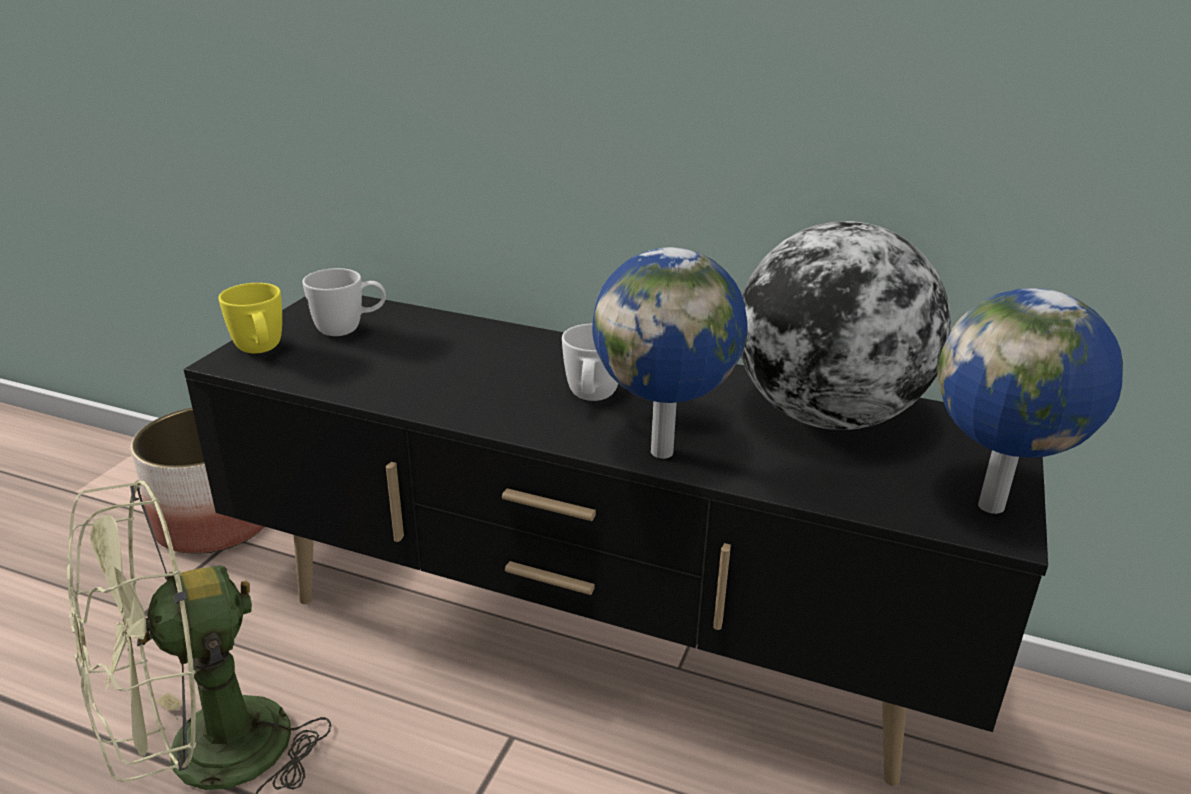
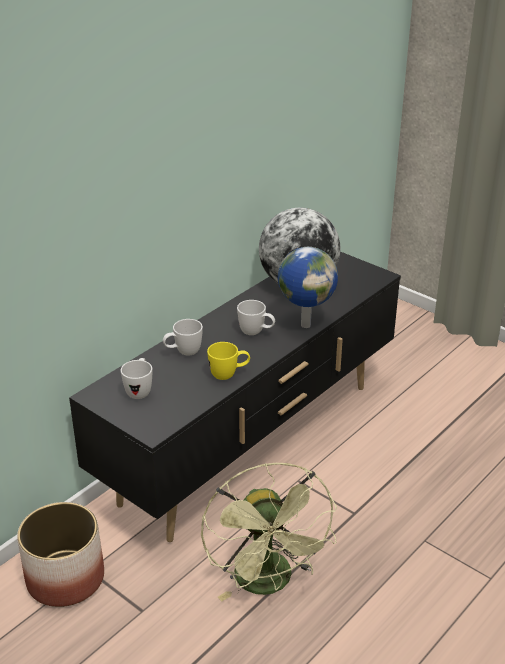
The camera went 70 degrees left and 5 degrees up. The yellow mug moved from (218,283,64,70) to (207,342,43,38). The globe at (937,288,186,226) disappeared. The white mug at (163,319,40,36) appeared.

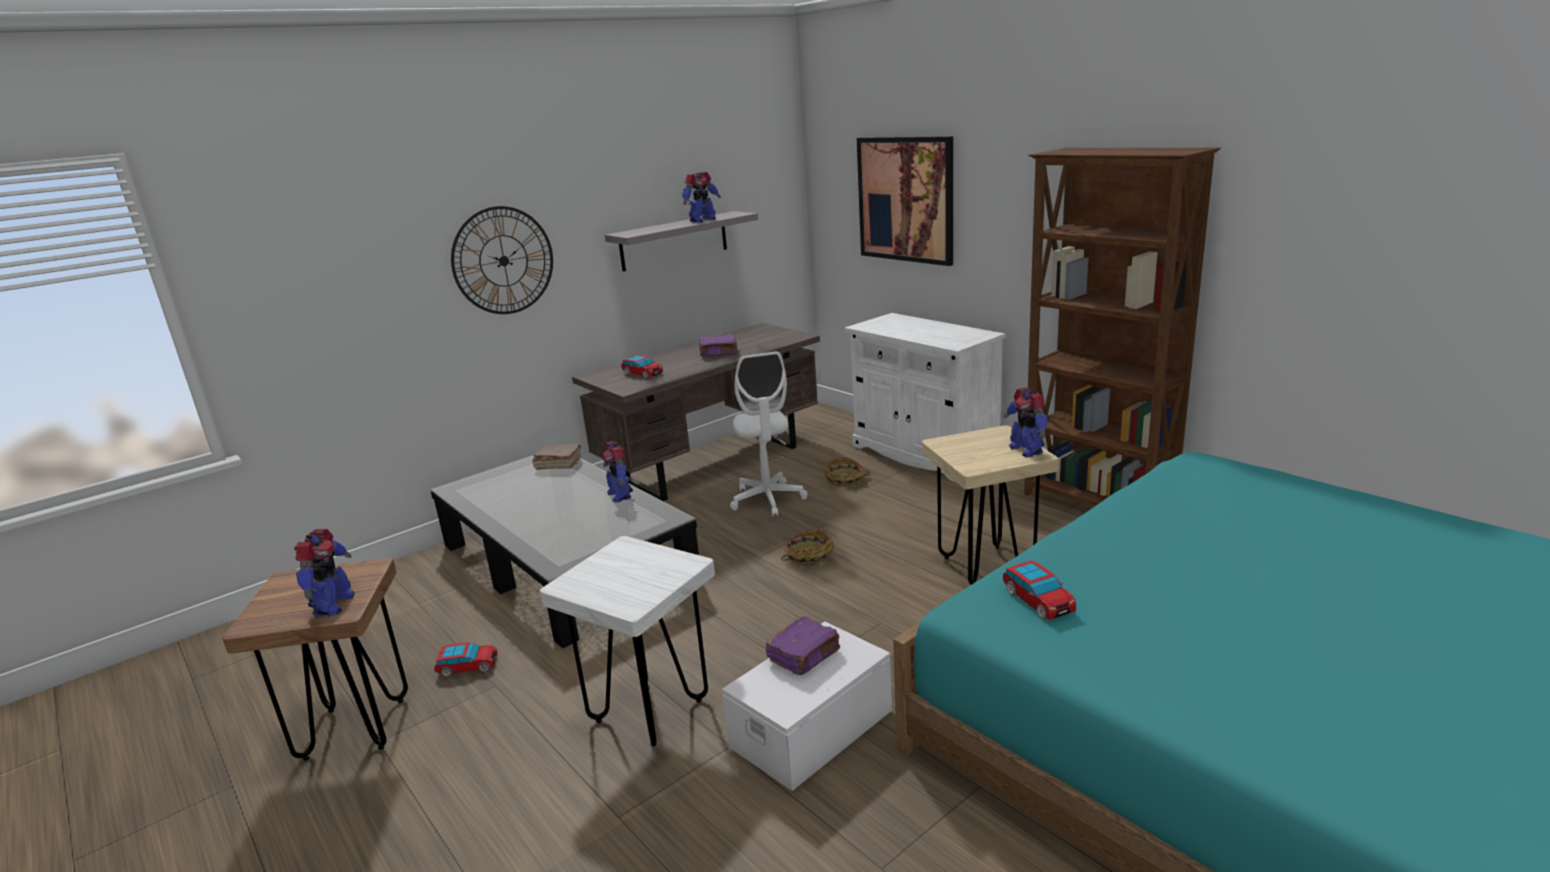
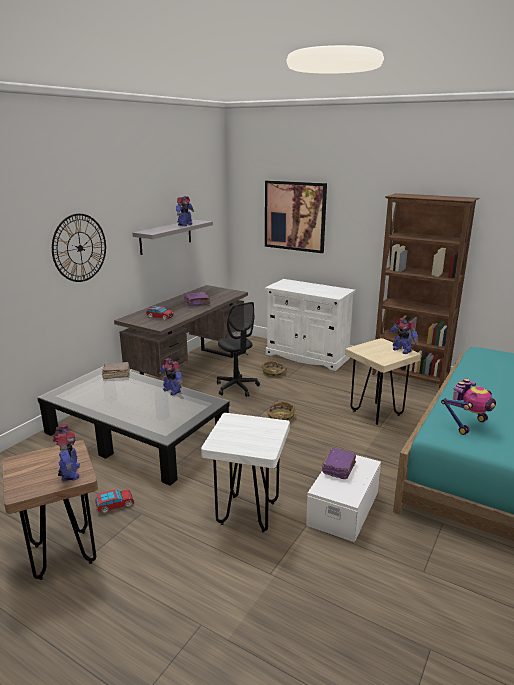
The camera went 20 degrees left and 0 degrees up. The white office chair at (730,351,78,166) became the black office chair at (217,302,43,95). The toy car at (1003,560,73,60) was replaced by the toy robot at (441,378,55,57).

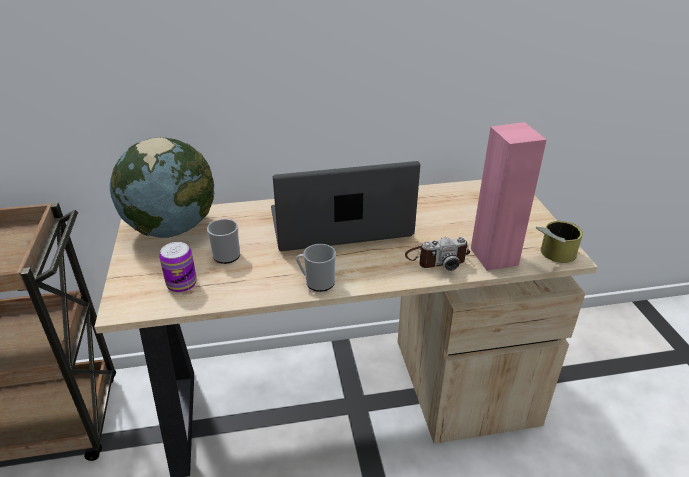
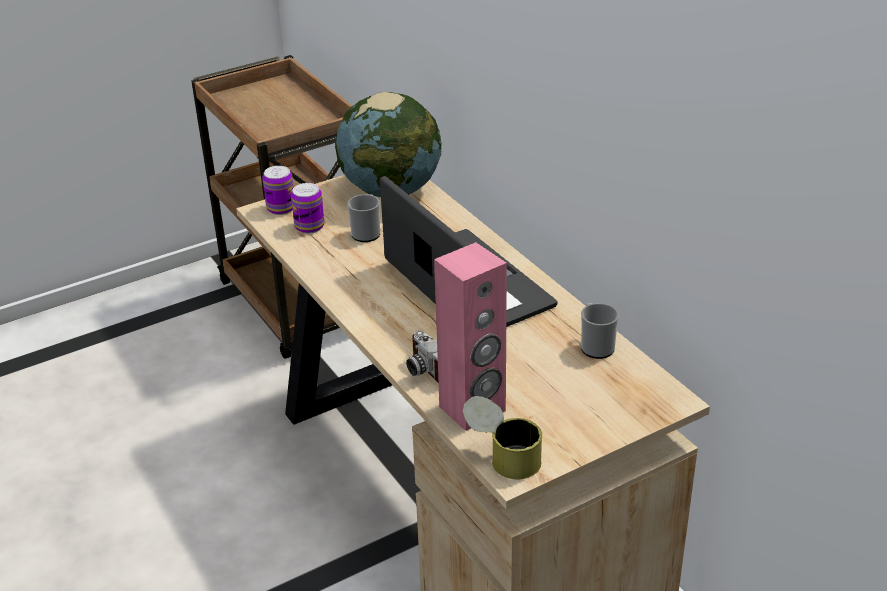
The camera went 70 degrees right and 0 degrees up. The mug moved from (296,244,40,48) to (581,303,38,56). The can at (262,166,32,49) appeared.

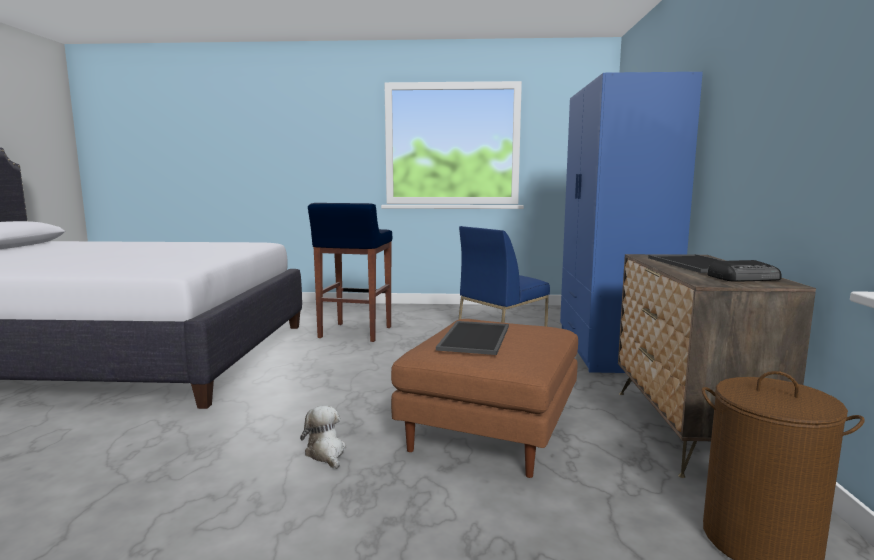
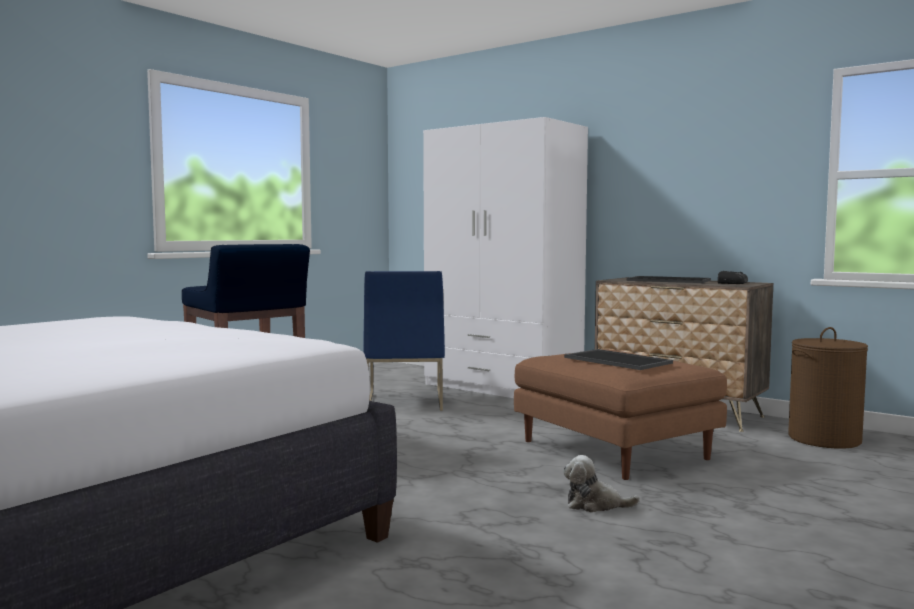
The camera went 55 degrees left and 5 degrees down. The blue wardrobe at (560,72,143,301) became the white wardrobe at (423,117,165,281).

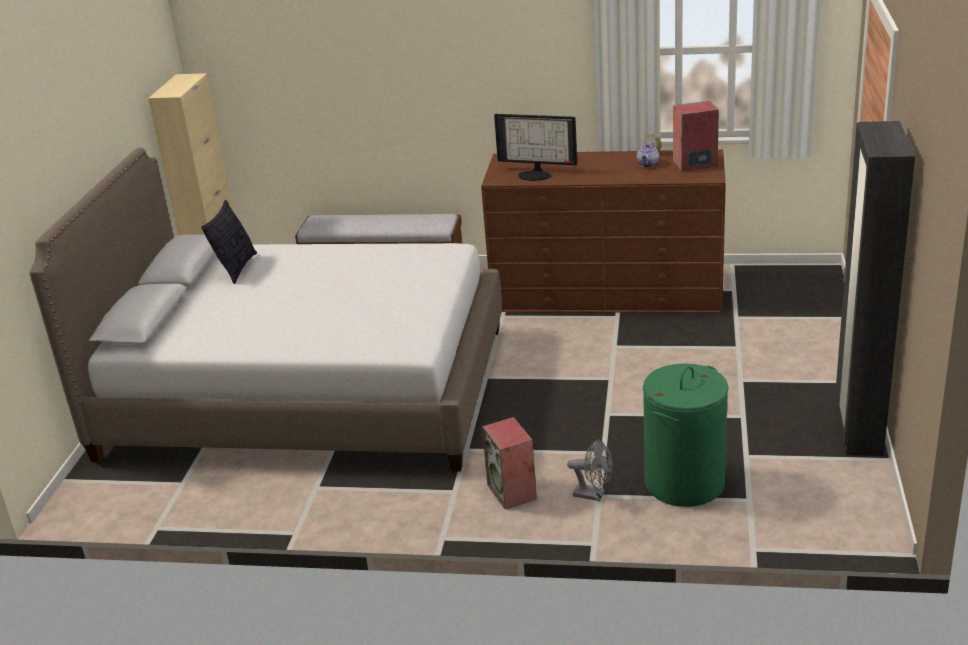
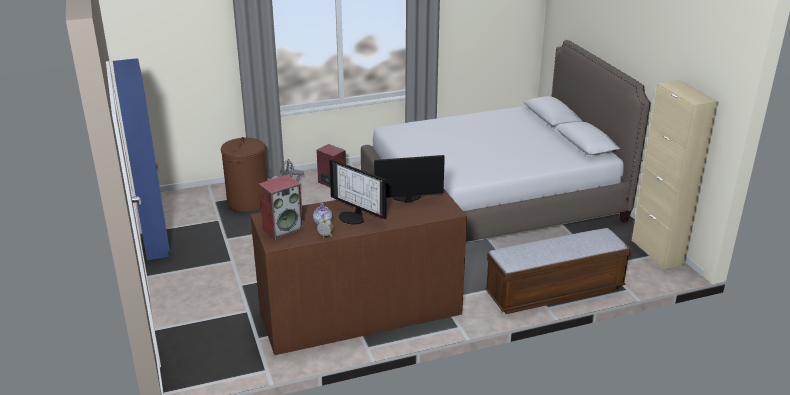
The camera went 150 degrees right and 0 degrees up. The pillow at (201,200,56,84) disappeared. The green laundry basket at (643,363,86,144) became the brown laundry basket at (221,137,47,75). The black wardrobe at (835,121,80,335) became the blue wardrobe at (113,58,57,202). The monitor at (329,159,57,66) appeared.

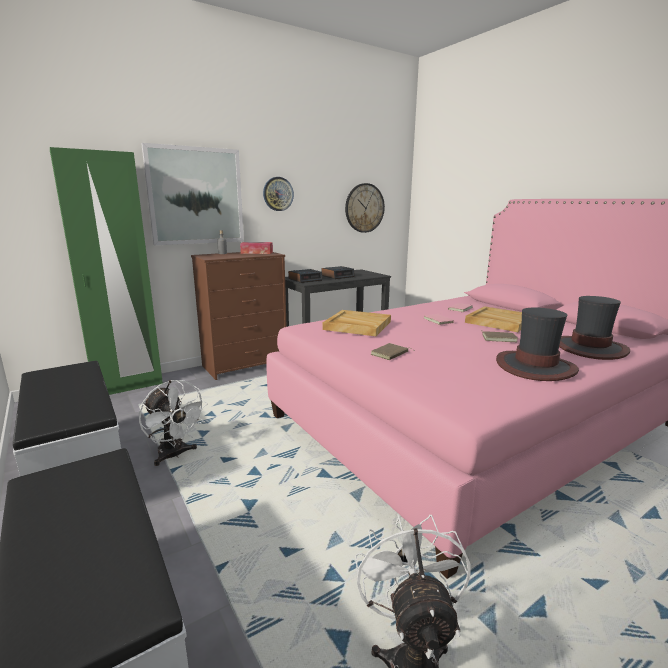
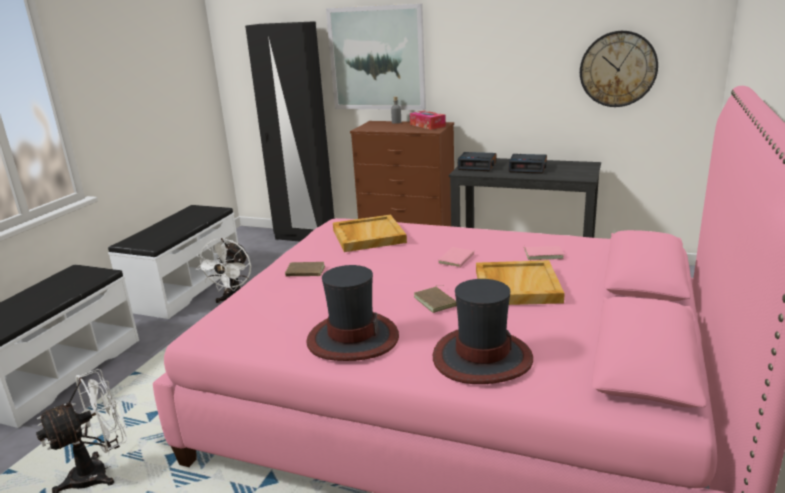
The camera went 55 degrees right and 5 degrees up. The green wardrobe at (50,147,113,248) became the black wardrobe at (245,21,89,221). The wall clock at (263,177,31,34) disappeared.

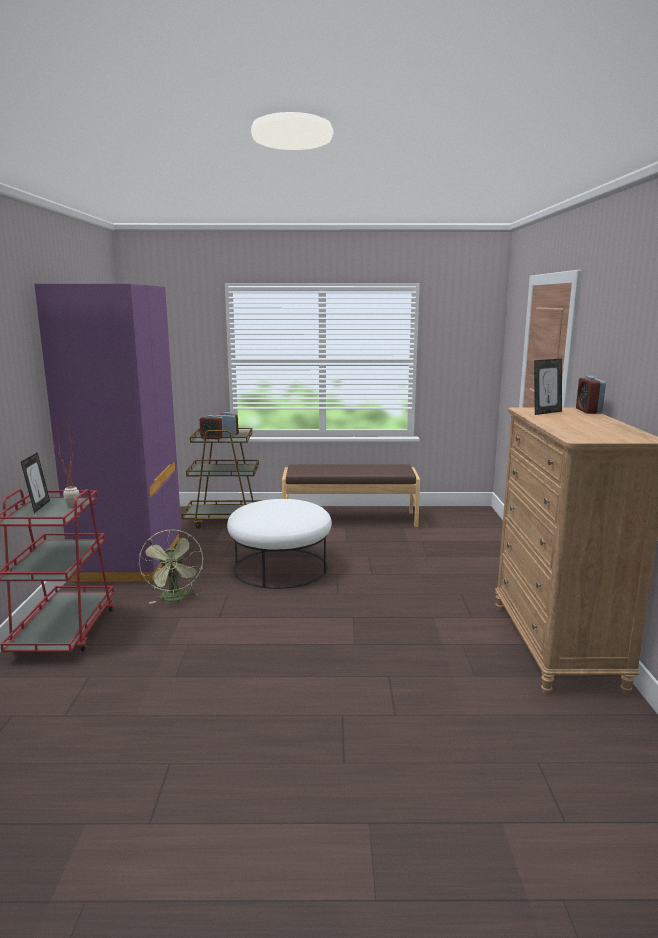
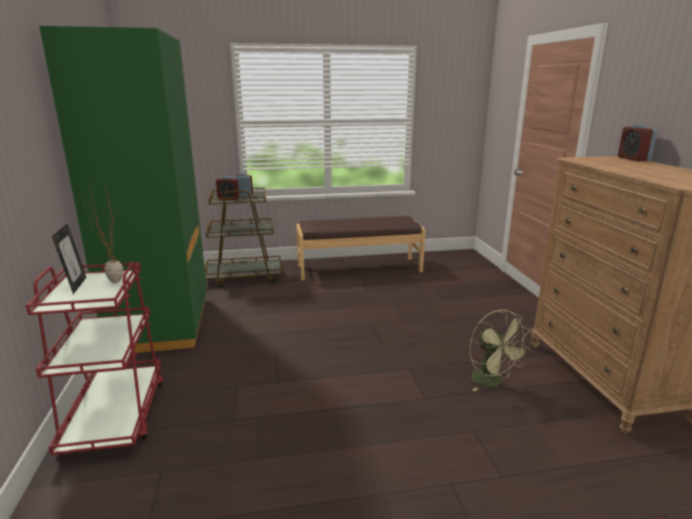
The camera went 10 degrees left and 5 degrees up. The purple wardrobe at (34,284,147,298) became the green wardrobe at (39,26,168,327). The green fan moved from (139,529,64,75) to (469,310,62,81). The white ottoman at (227,499,105,90) disappeared. The picture frame at (534,359,28,56) disappeared.

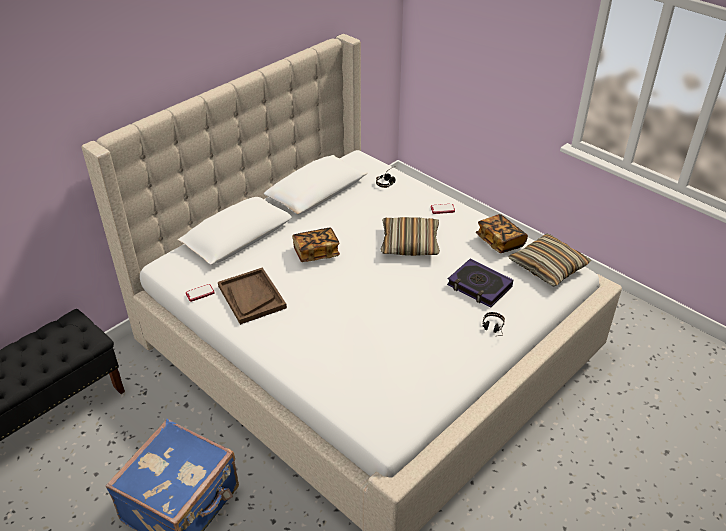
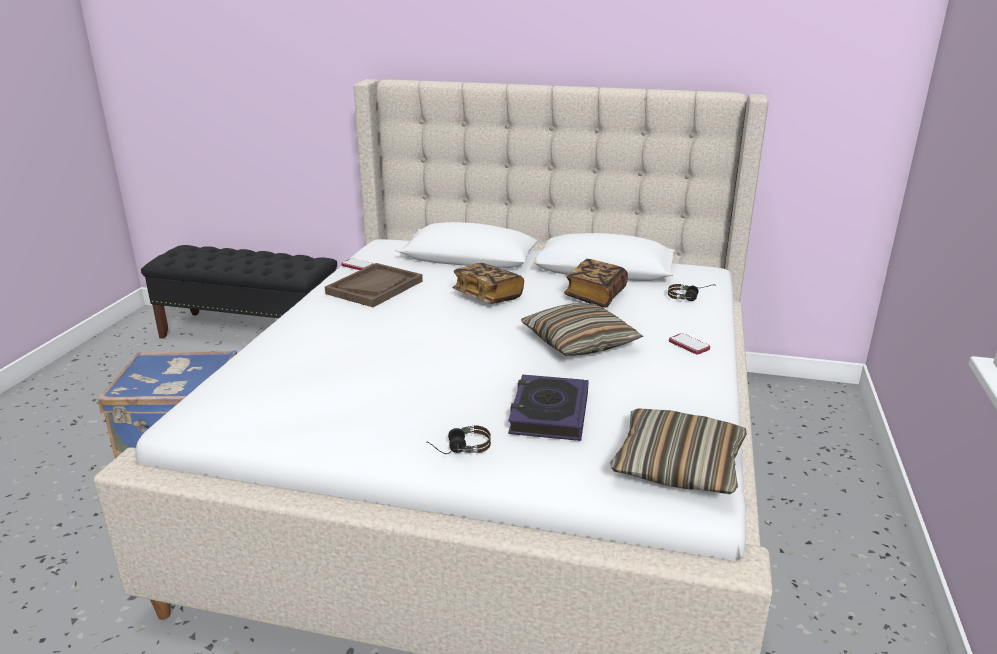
The camera went 60 degrees right and 15 degrees down. The book moved from (476,214,52,39) to (564,259,64,49).

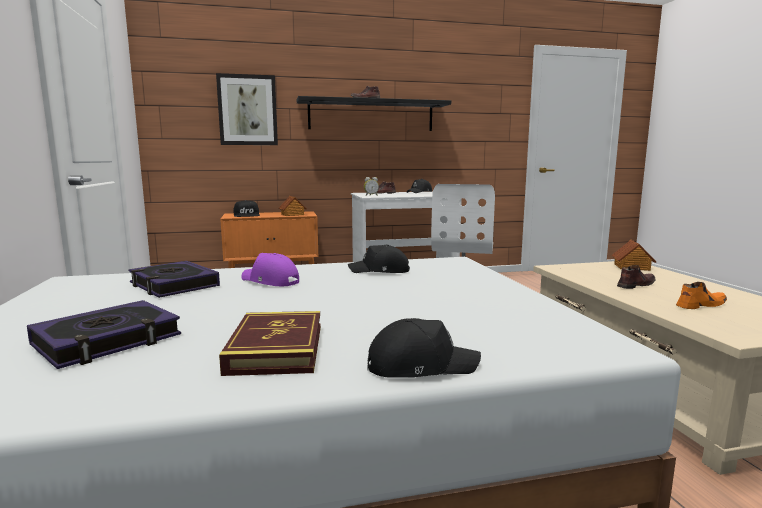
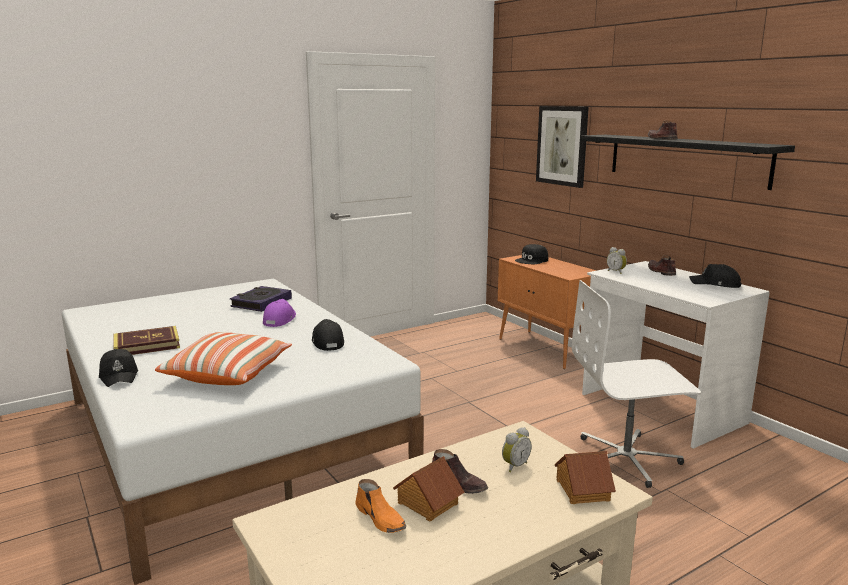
The camera went 70 degrees right and 5 degrees up. The book at (27,300,154,69) disappeared. The toy house moved from (279,196,28,20) to (393,456,72,66). The pillow at (155,332,137,53) appeared. The alarm clock at (502,427,30,45) appeared.

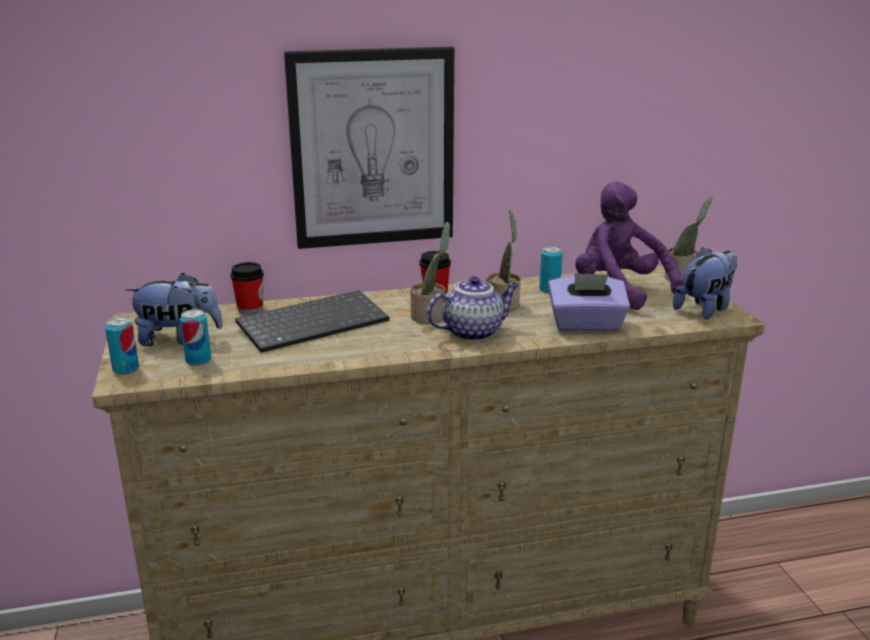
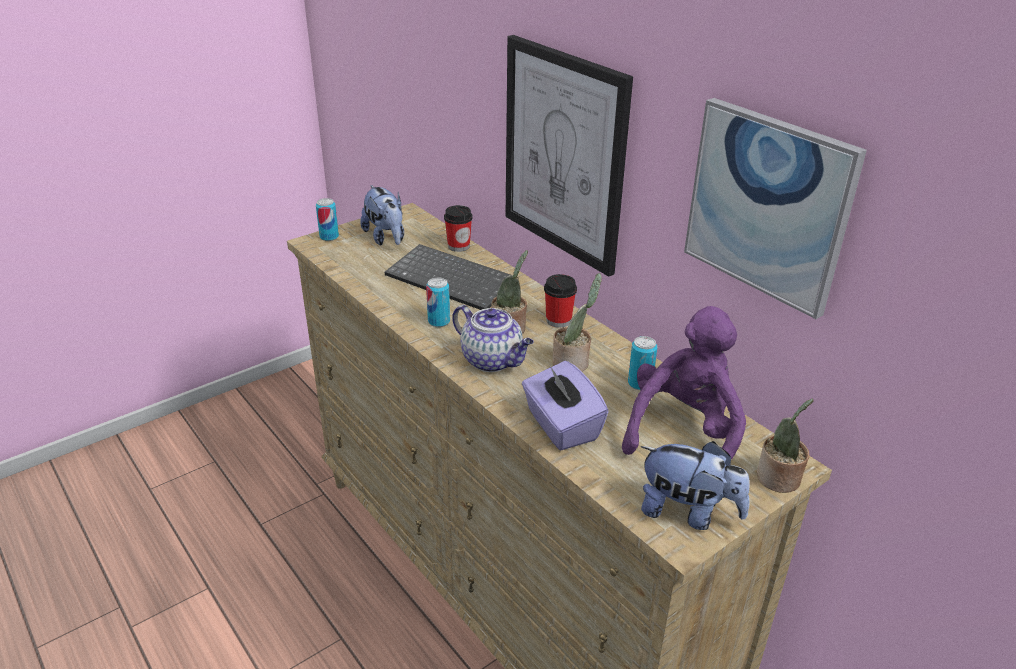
The camera went 65 degrees right and 10 degrees up. The can moved from (180,309,31,57) to (426,278,24,49). The picture at (684,98,183,221) appeared.

